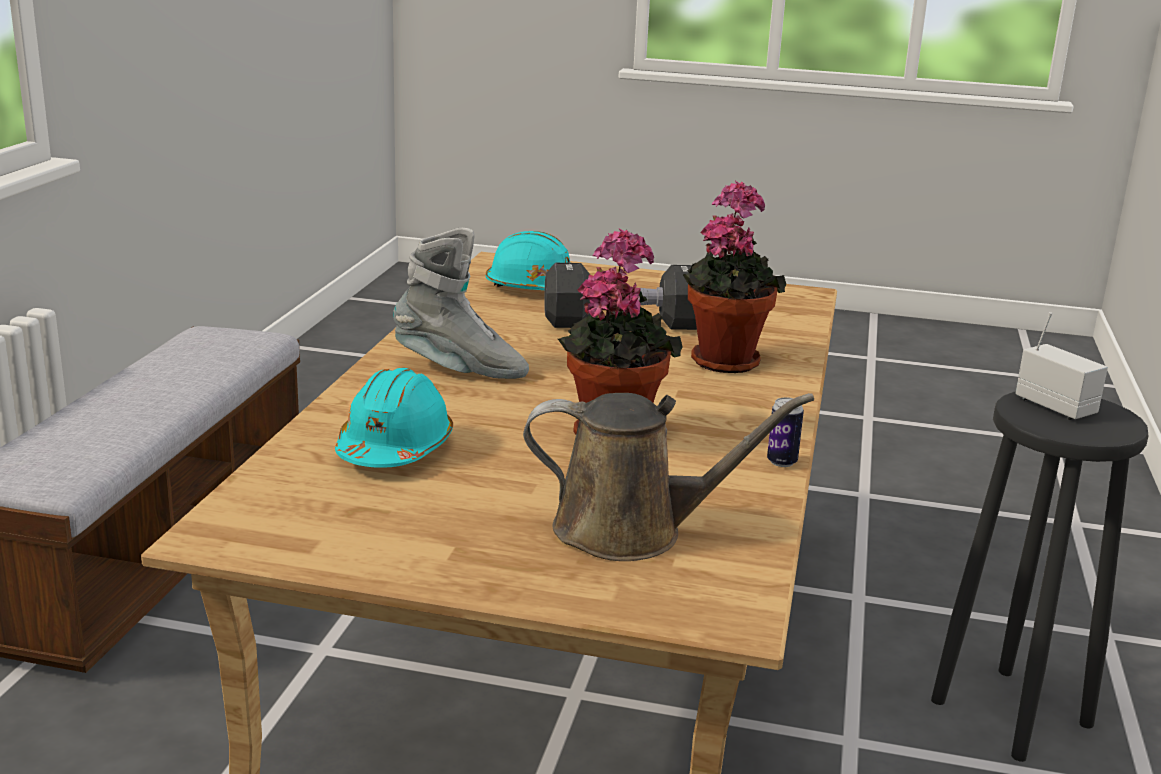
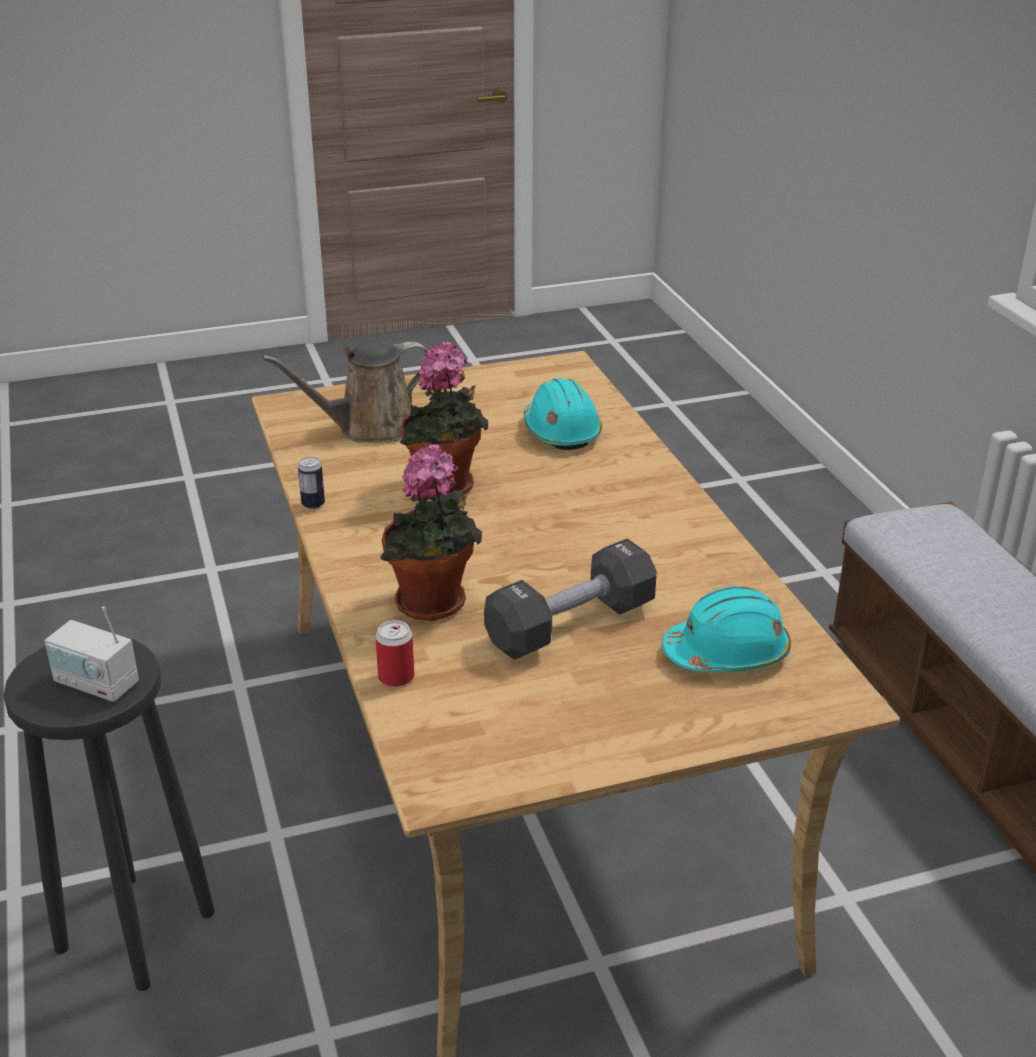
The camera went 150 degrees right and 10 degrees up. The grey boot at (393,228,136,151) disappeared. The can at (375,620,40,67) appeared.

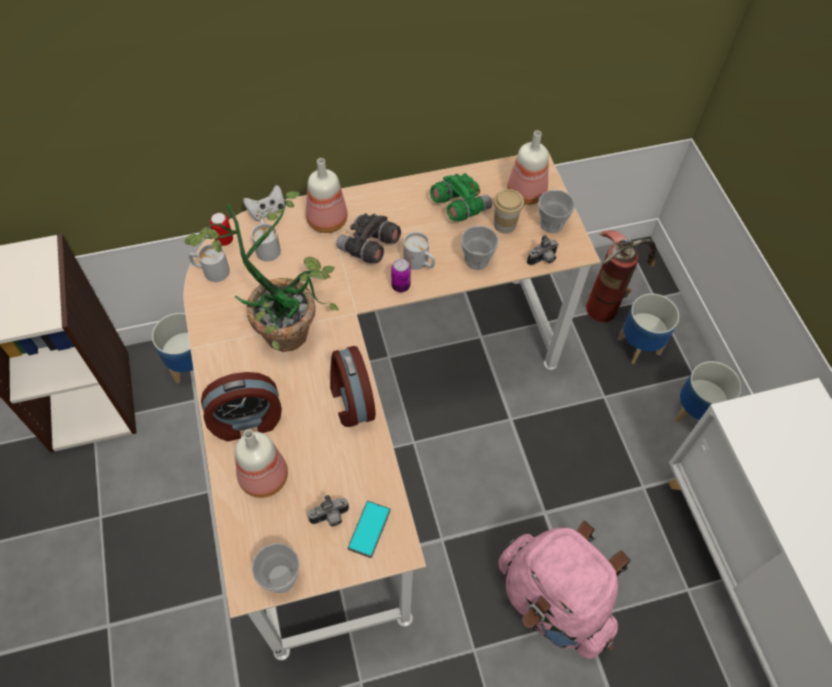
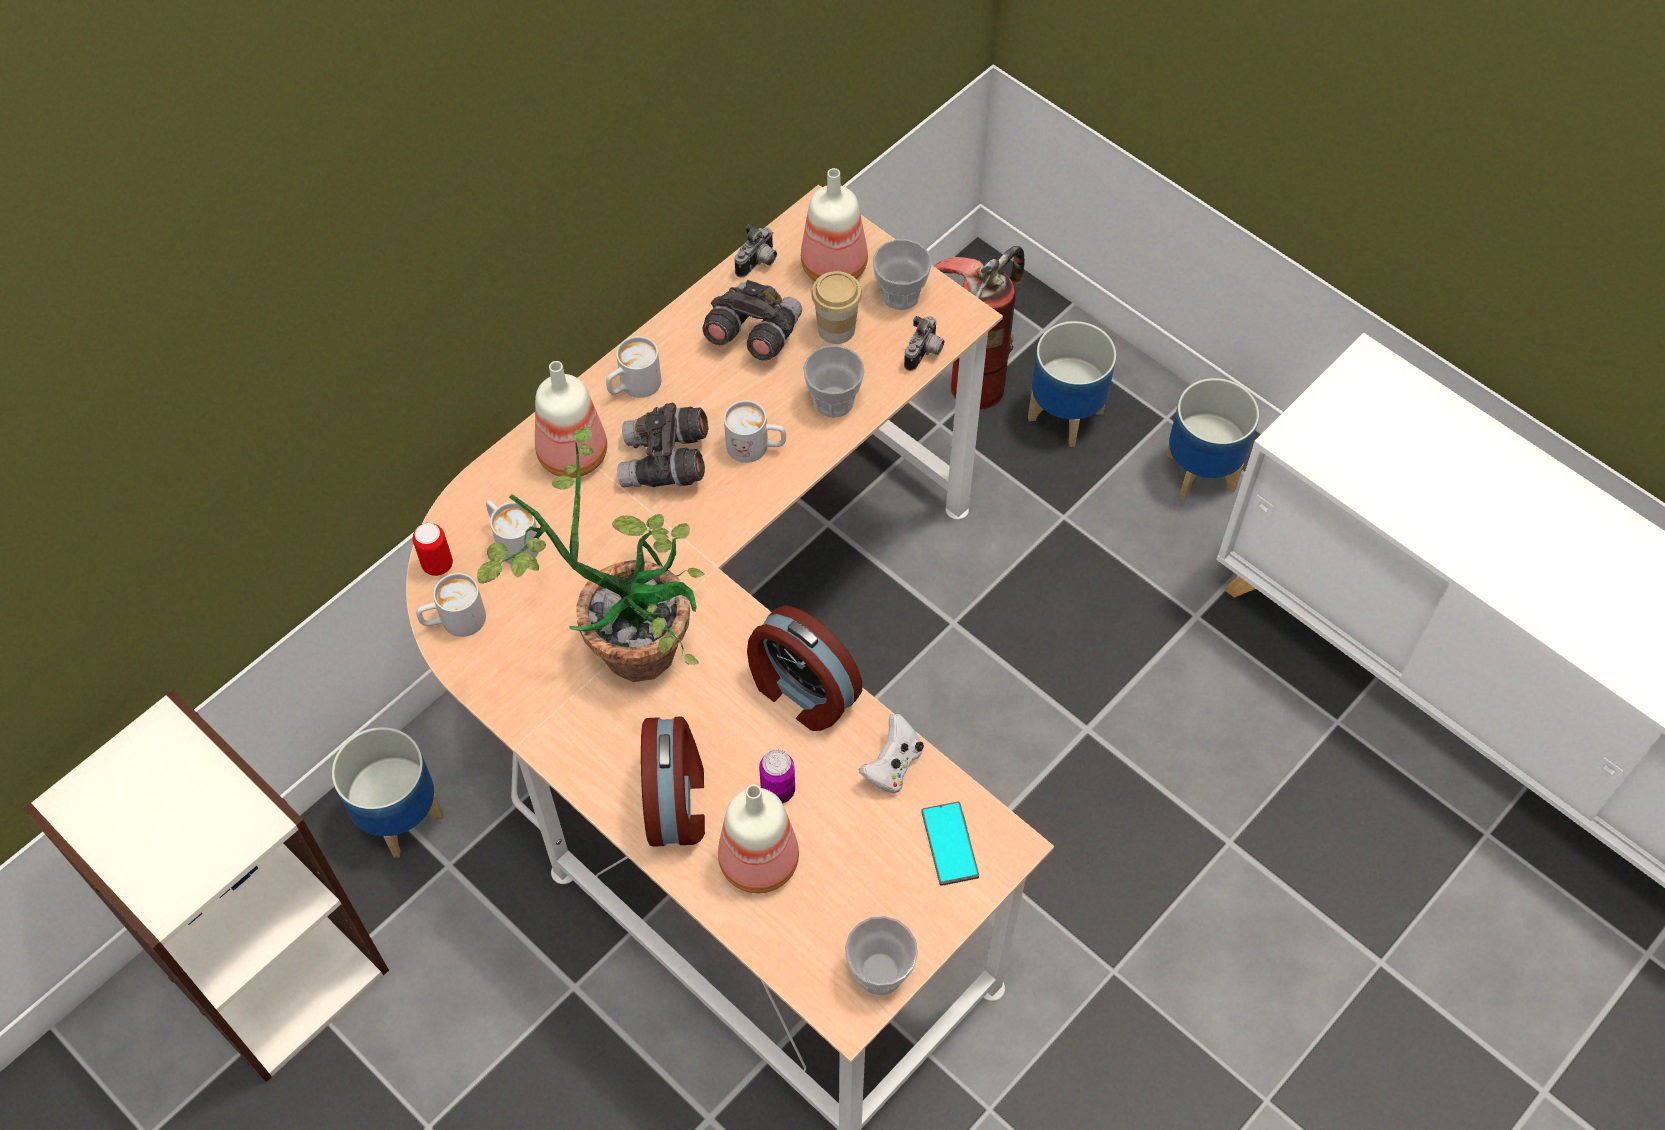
The camera went 30 degrees left and 0 degrees up. The alarm clock at (201,372,81,69) turned 45 degrees counterclockwise. The white game controller moved from (243,185,42,36) to (859,714,65,80). The photo camera moved from (308,495,41,32) to (734,224,43,54). The can moved from (391,259,20,33) to (759,750,36,53). The green binoculars at (430,173,62,48) became the grey binoculars at (702,280,100,81). The pink backpack at (499,520,132,139) disappeared. The white mug at (606,336,55,62) appeared.

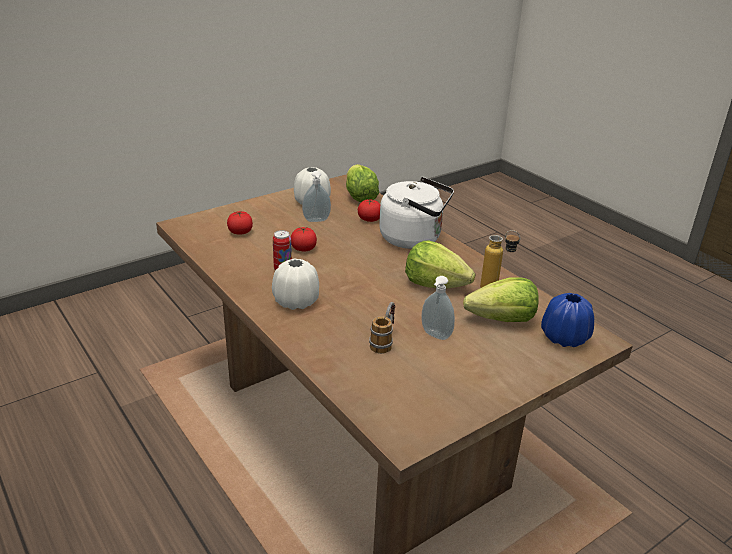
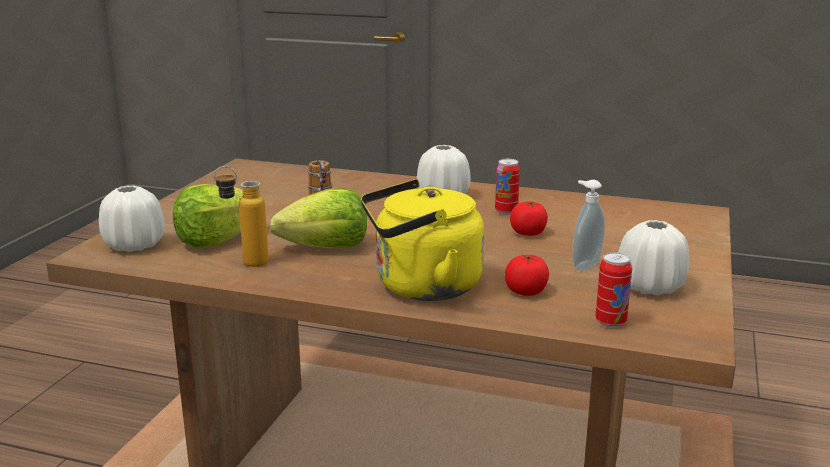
The camera went 145 degrees right and 10 degrees down. The tomato at (227,211,26,24) disappeared. The lettuce at (346,164,33,38) was replaced by the can at (596,252,36,76). The white kettle at (379,177,75,72) became the yellow kettle at (361,179,123,122). The soap dispenser at (421,276,34,64) disappeared. The blue vase at (541,293,53,54) became the white vase at (99,185,66,67).

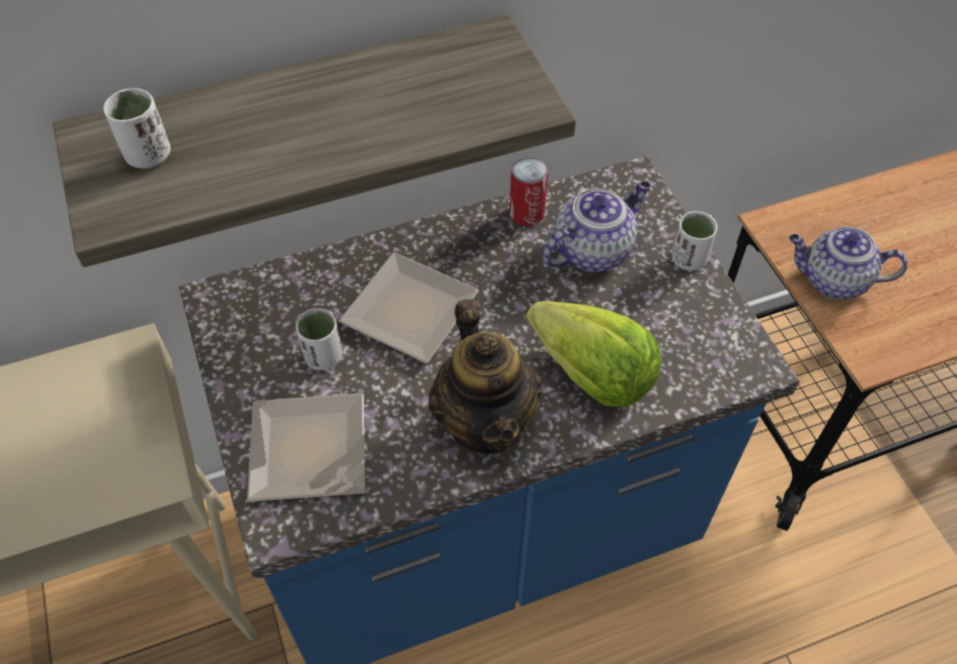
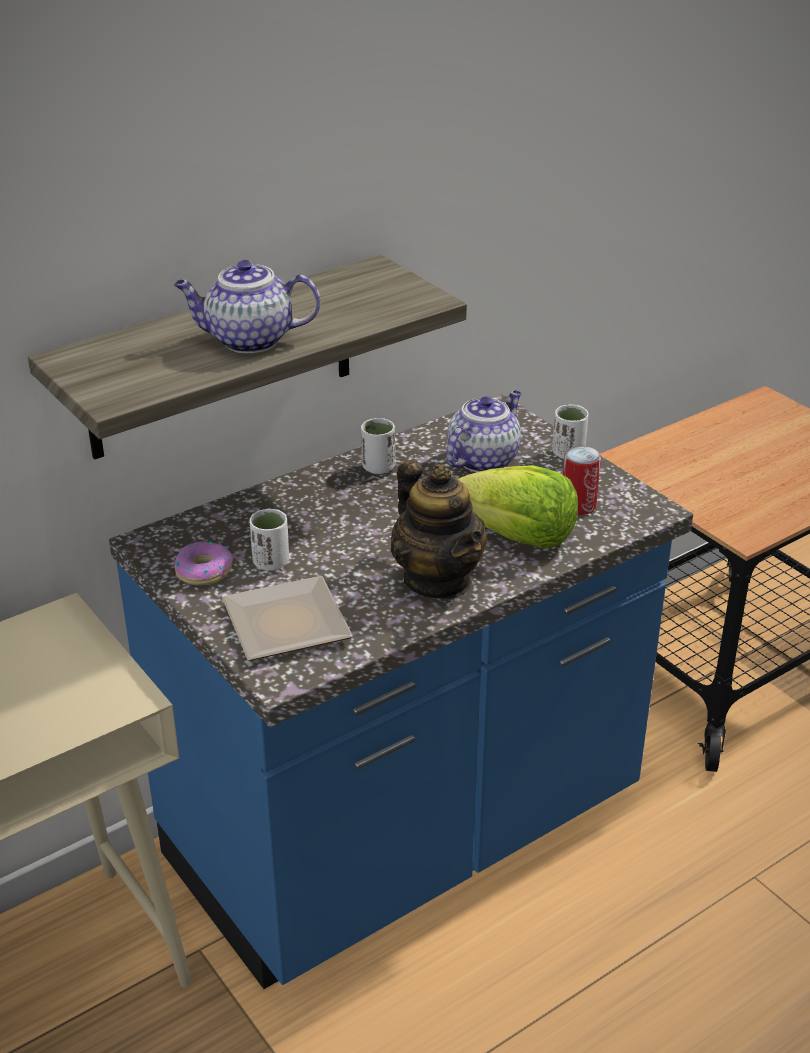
The camera went 15 degrees left and 20 degrees down. The white cup moved from (103,88,68,80) to (361,418,34,56). The plate at (339,252,140,111) disappeared. The can moved from (509,157,39,69) to (563,446,38,69). The teapot moved from (789,226,119,73) to (173,260,147,93). The donut at (174,541,59,45) appeared.

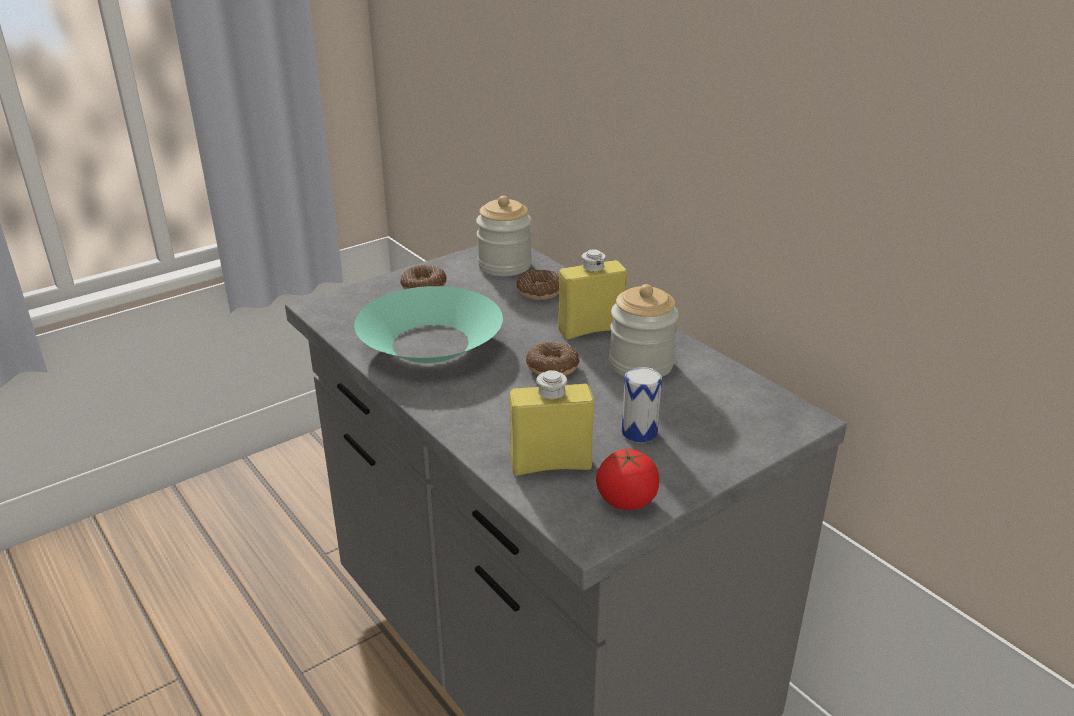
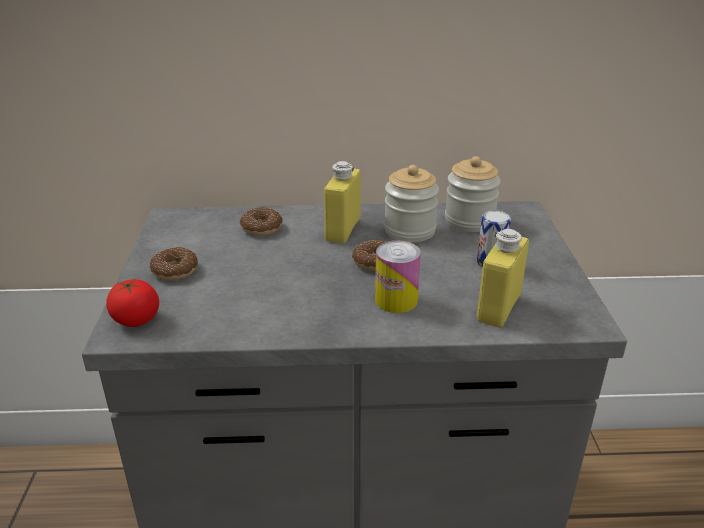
The camera went 55 degrees left and 0 degrees up. The turquoise bowl at (354,286,149,77) disappeared. The jar moved from (476,196,56,80) to (445,156,56,76). The tomato moved from (596,448,63,62) to (106,279,53,48). The can at (375,241,46,72) appeared.

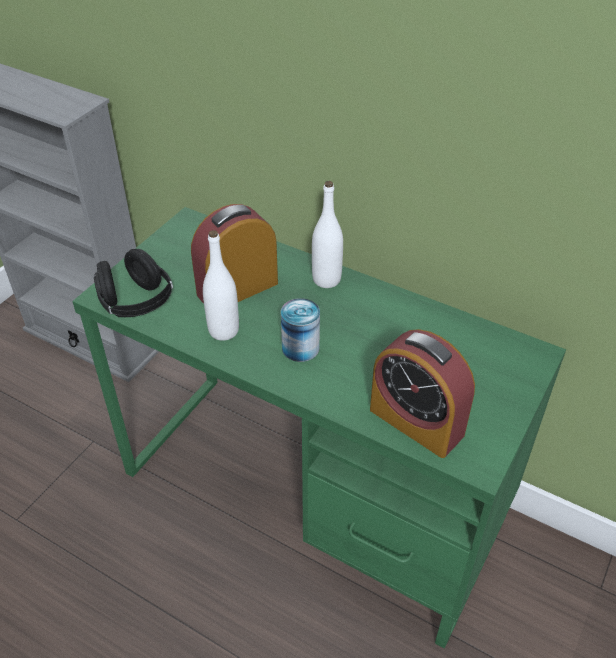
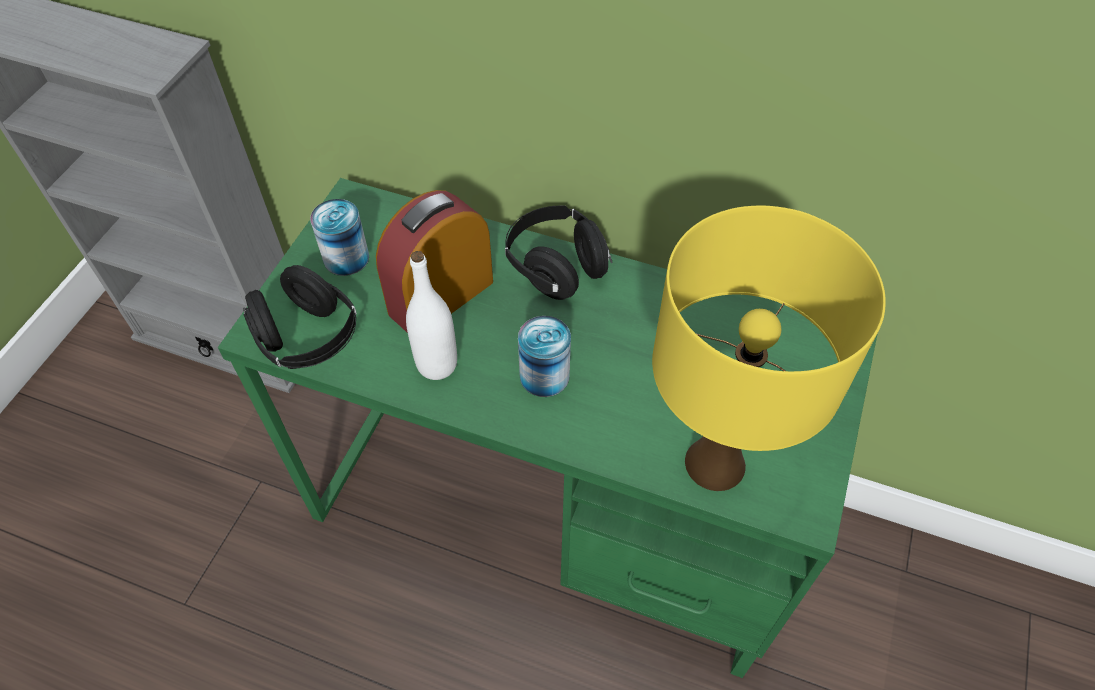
The camera went 10 degrees left and 10 degrees up. The white bottle at (312,181,31,107) was replaced by the black headphones at (505,205,108,95). The alarm clock at (370,329,105,129) was replaced by the yellow table lamp at (652,205,234,286). The can at (310,199,59,77) appeared.

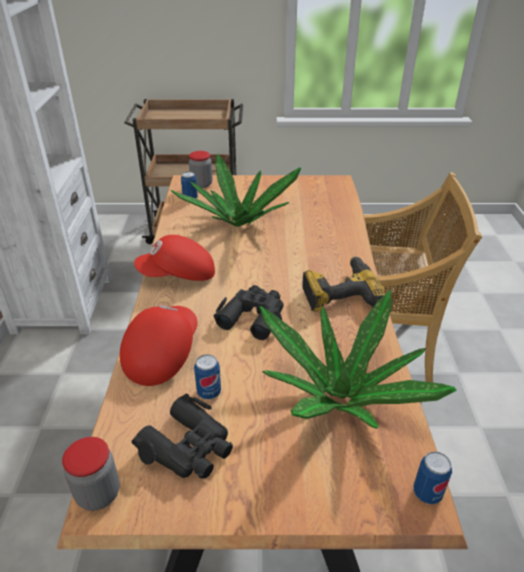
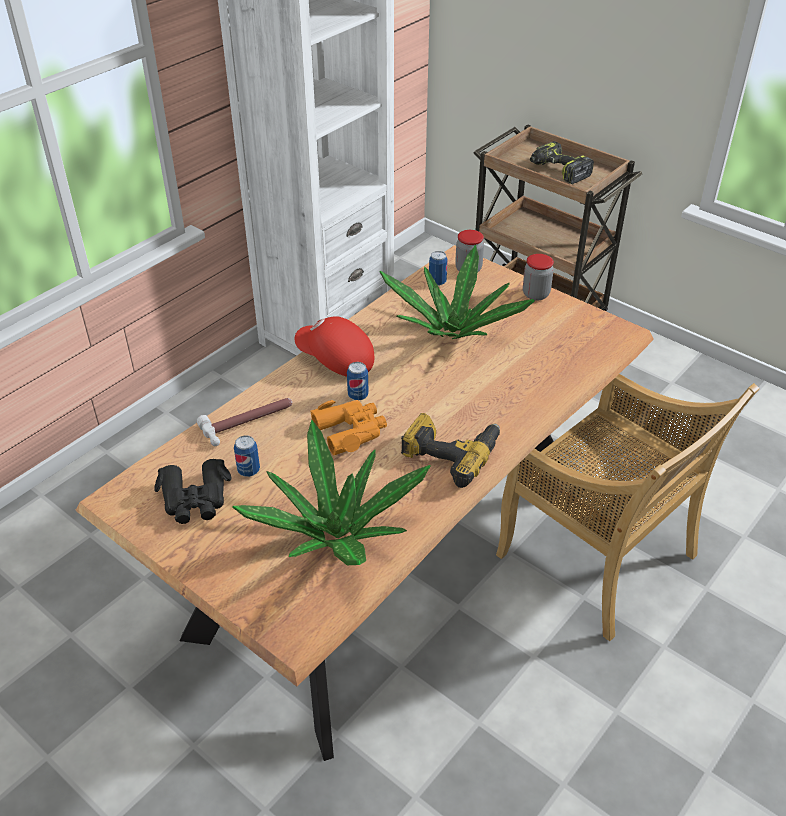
The camera went 40 degrees right and 5 degrees up. The jar moved from (62,437,58,74) to (523,254,31,47). The red cap at (120,305,77,81) was replaced by the hammer at (197,398,95,48). The black binoculars at (213,285,71,55) became the orange binoculars at (310,400,77,55). The can moved from (414,451,38,53) to (347,362,22,39). The power drill at (530,141,64,43) appeared.

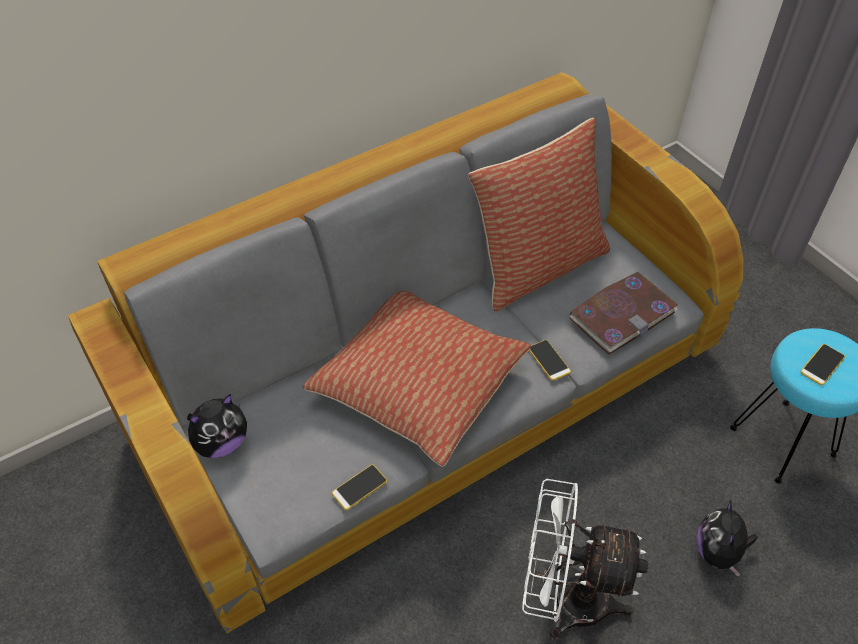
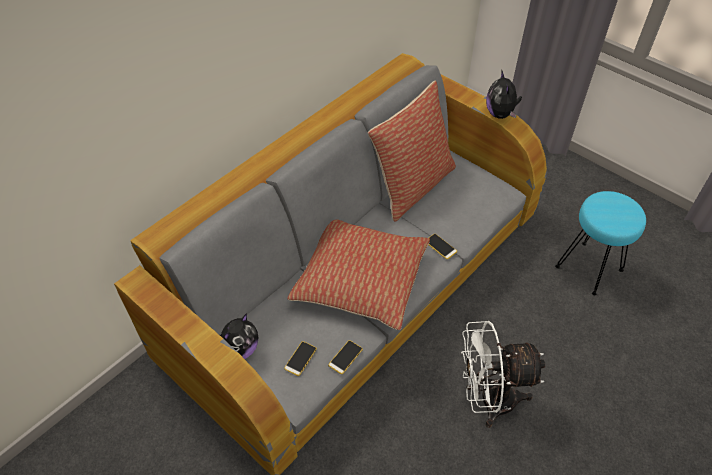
The camera went 15 degrees left and 0 degrees up. The book at (569,272,109,82) disappeared. The plush toy moved from (697,500,61,77) to (486,71,36,48). The phone moved from (800,344,45,41) to (284,341,33,35).

